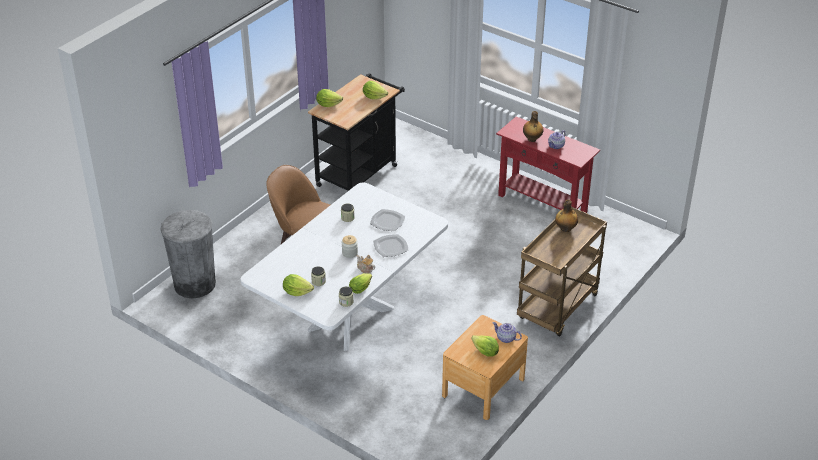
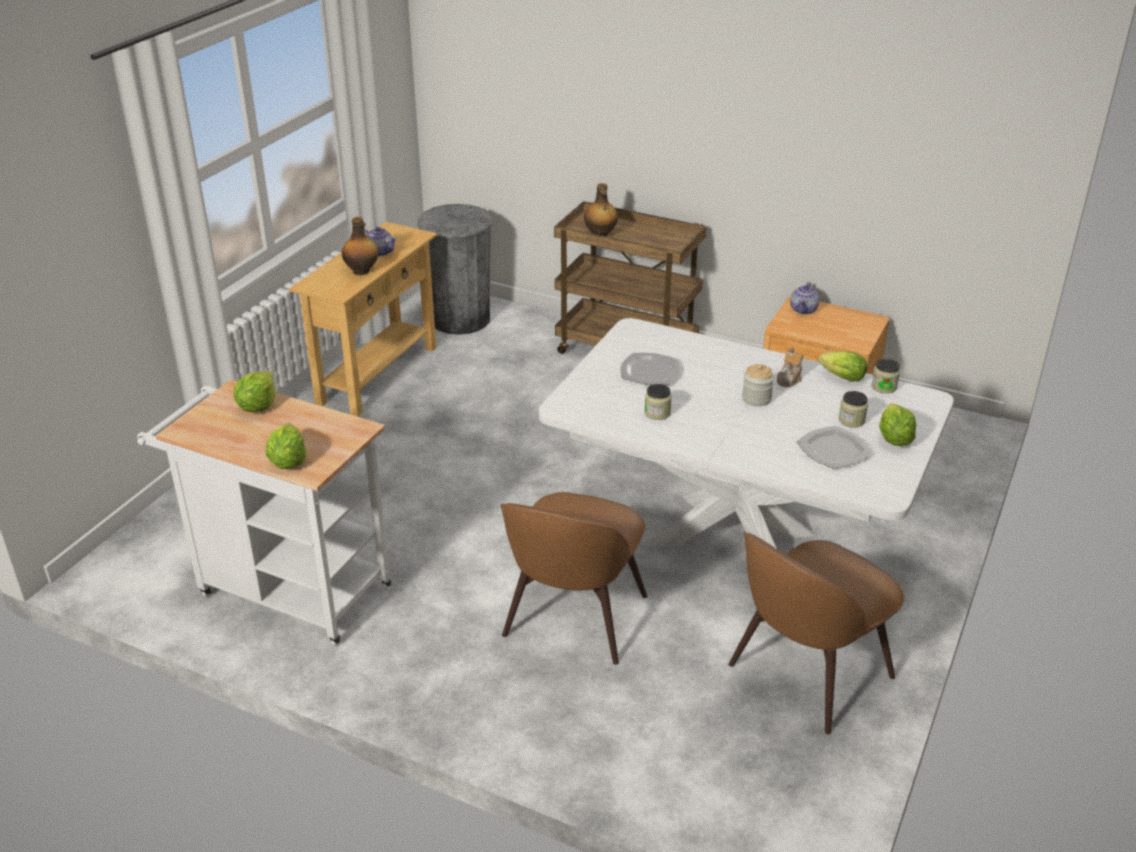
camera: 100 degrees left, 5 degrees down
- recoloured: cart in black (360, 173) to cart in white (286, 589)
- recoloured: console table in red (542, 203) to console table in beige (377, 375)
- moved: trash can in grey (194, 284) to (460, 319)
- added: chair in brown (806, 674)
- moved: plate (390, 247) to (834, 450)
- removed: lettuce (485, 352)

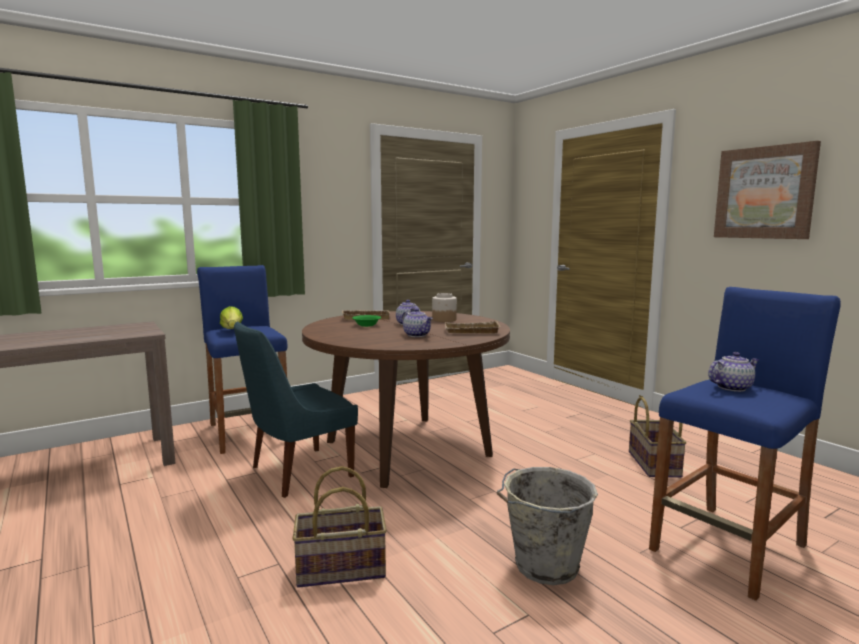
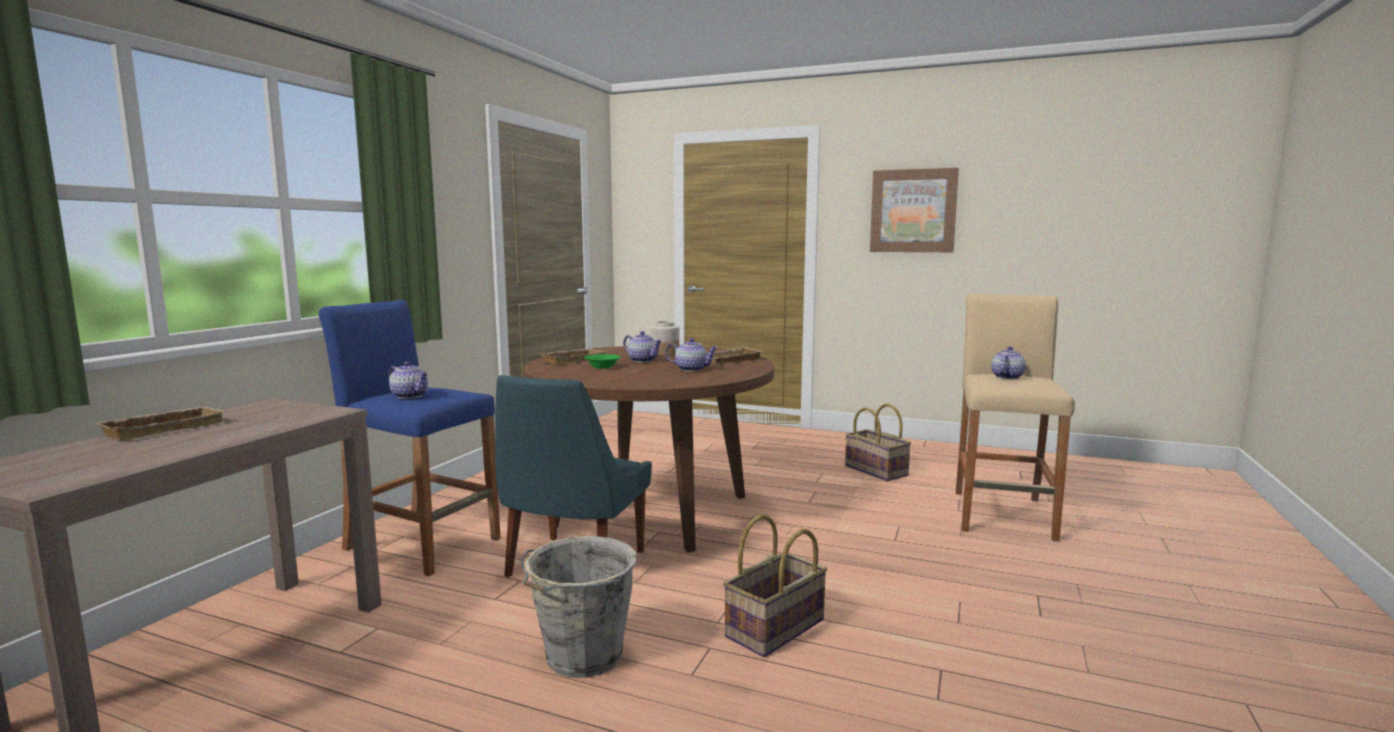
camera: 35 degrees left, 0 degrees up
- added: tray in beige (164, 428)
- replaced: lettuce (232, 330) to teapot (410, 396)
- moved: bucket in grey (544, 566) to (582, 657)
- recoloured: stool in blue (729, 548) to stool in beige (1002, 515)

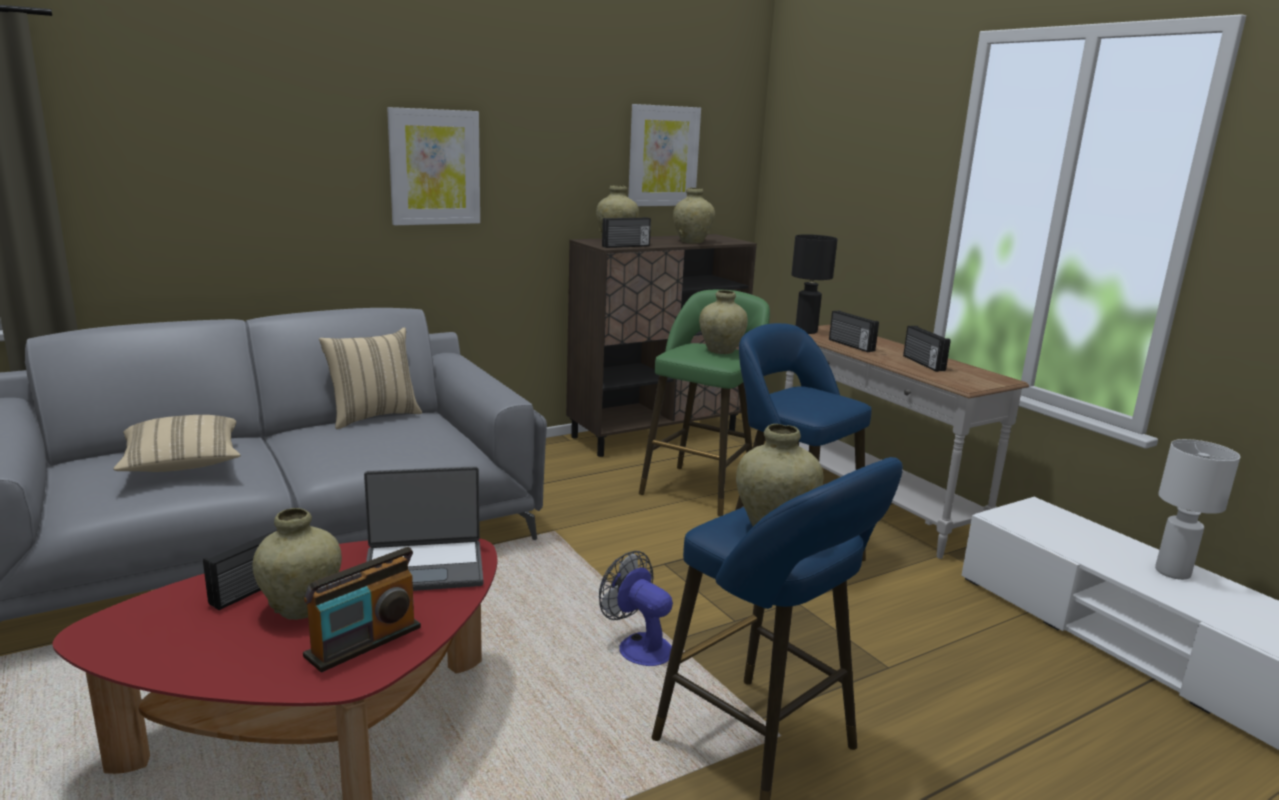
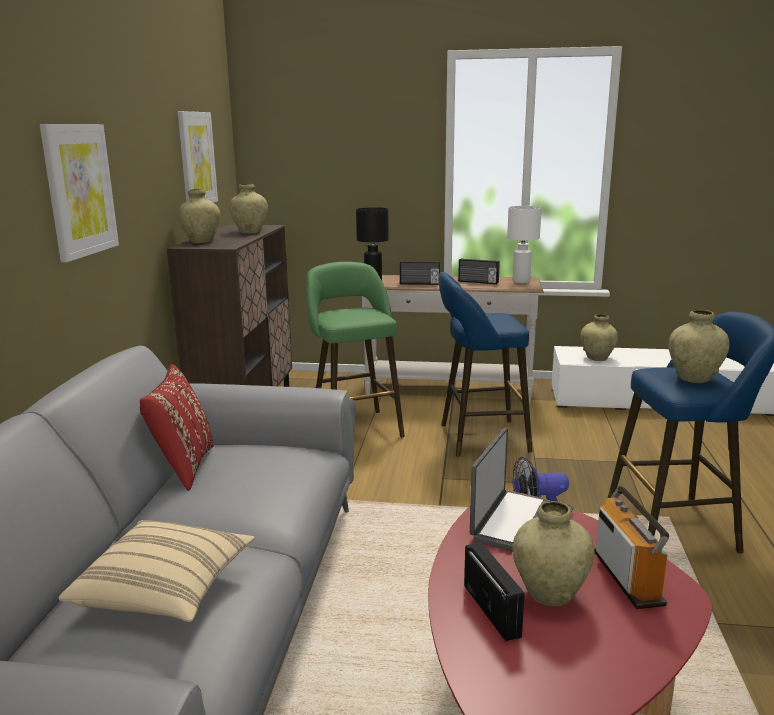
camera: 50 degrees left, 0 degrees up
- recoloured: pillow in beige (373, 416) to pillow in red (183, 467)
- moved: table lamp in white (1173, 572) to (521, 281)
- moved: vase in beige (721, 351) to (597, 358)
- removed: radio (626, 246)

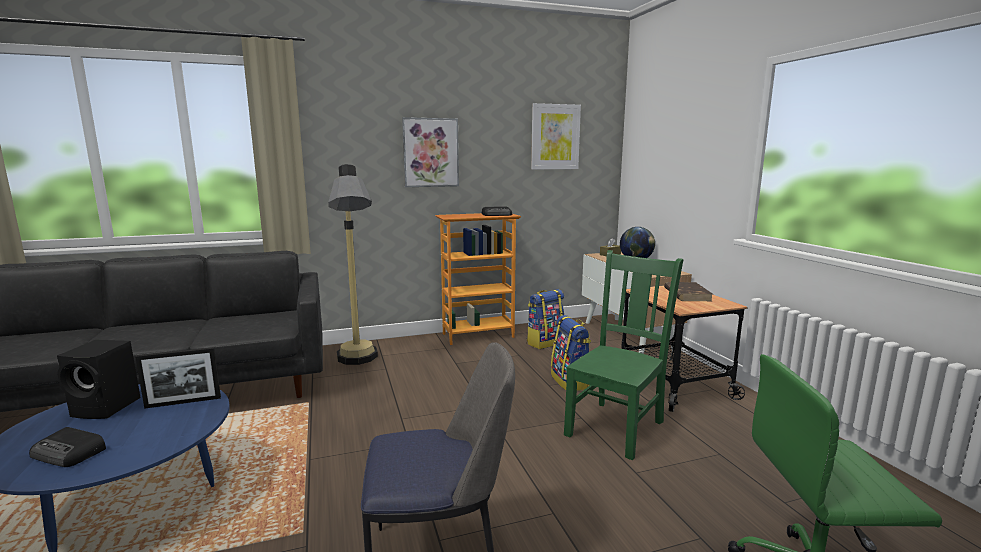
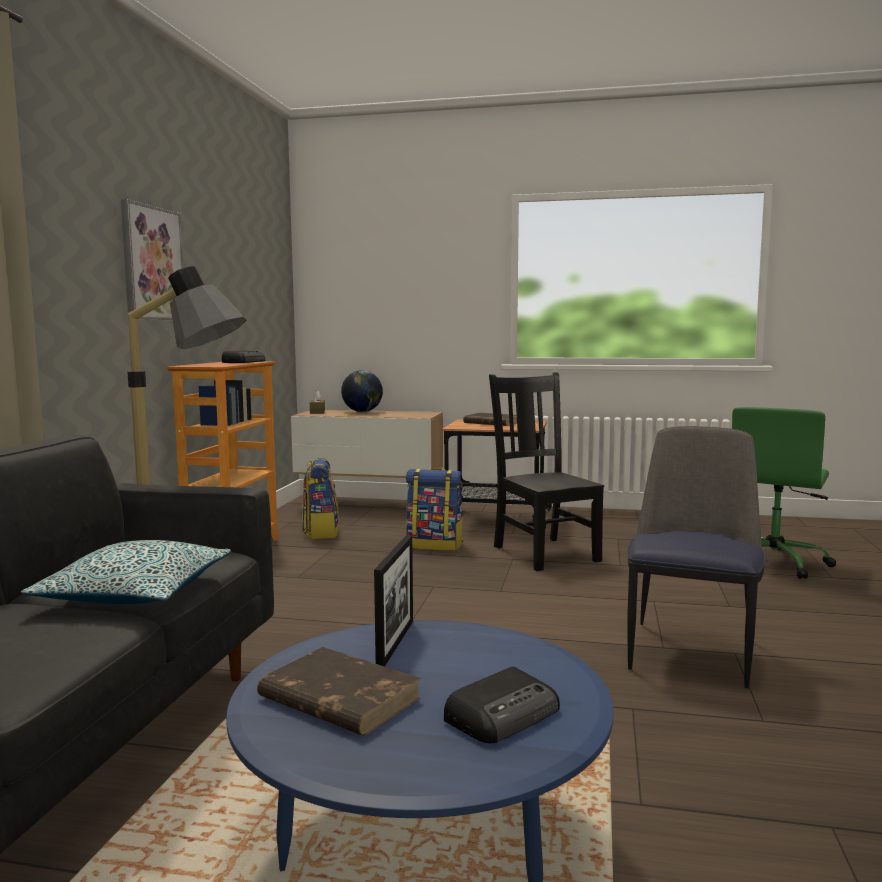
camera: 60 degrees left, 5 degrees down
- added: pillow (135, 593)
- replaced: speaker in black (107, 408) to book in brown (338, 698)
- recoloured: chair in green (616, 427) to chair in black (544, 552)
- removed: picture (555, 137)

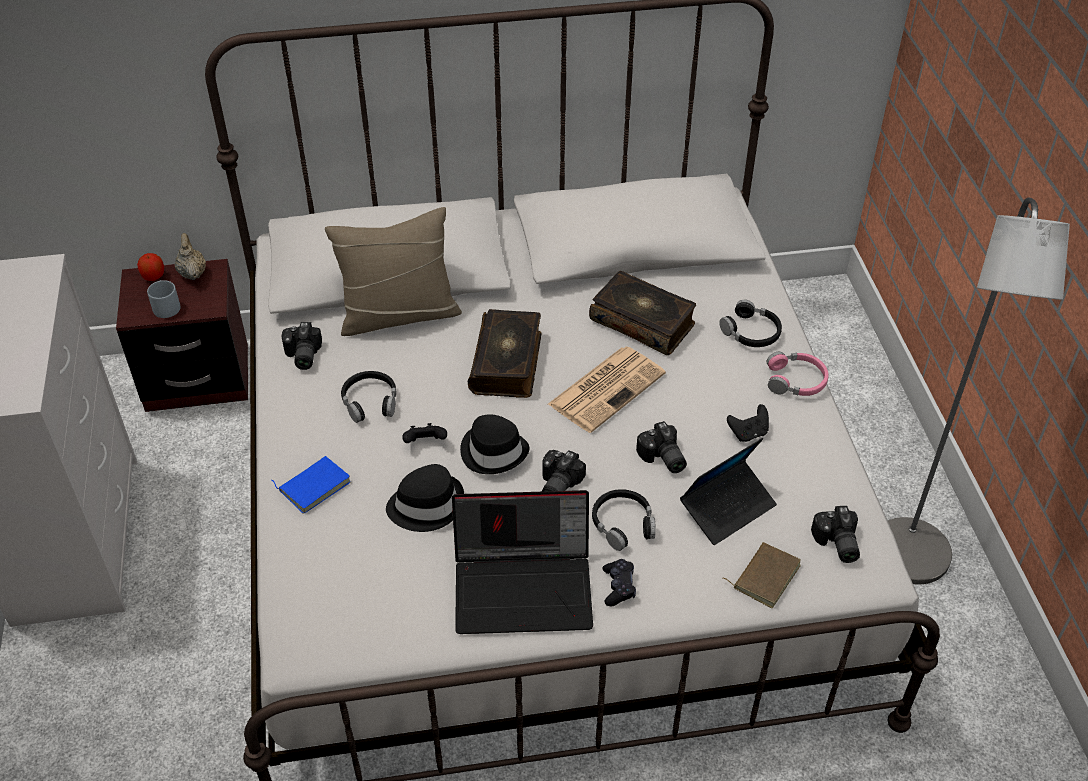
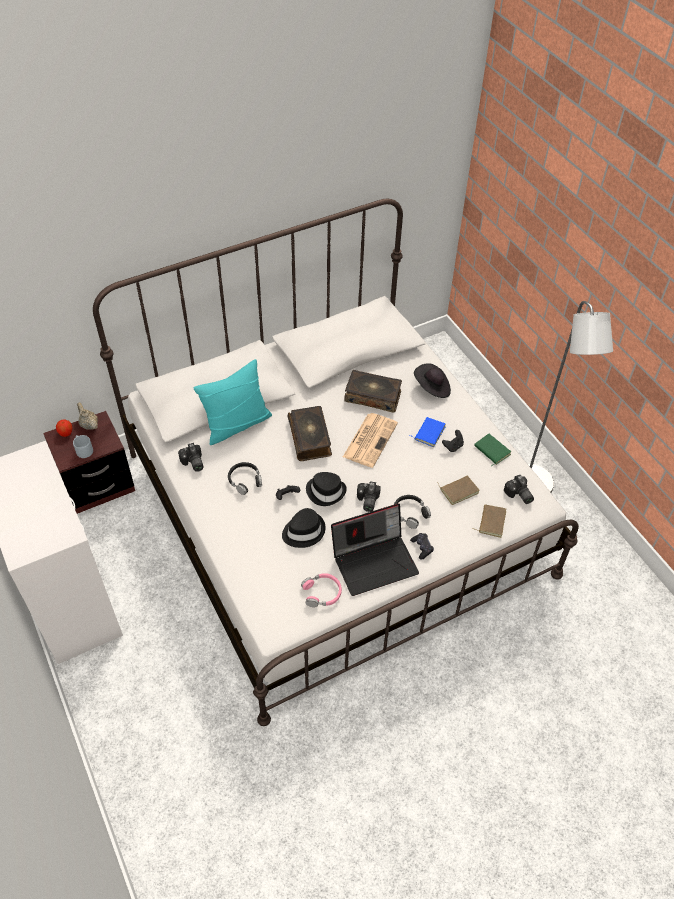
camera: 20 degrees left, 5 degrees up
- recoloured: pillow in beige (399, 315) to pillow in turquoise (236, 424)
- moved: headphones in pink (796, 381) to (322, 593)
- moved: book in blue (314, 485) to (428, 432)
- replaced: headphones in black (751, 332) to hat in black (432, 388)
- replaced: laptop (727, 508) to book in brown (458, 490)
- added: book in green (491, 451)
- removed: photo camera (662, 459)

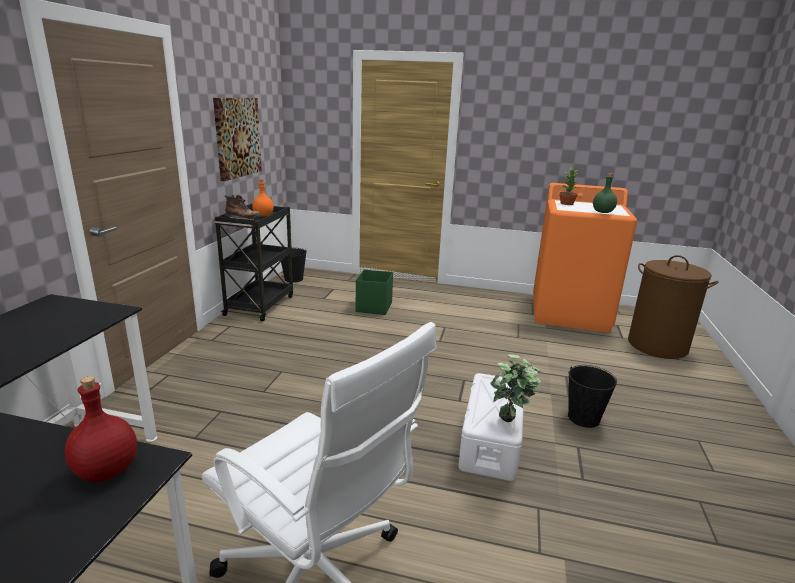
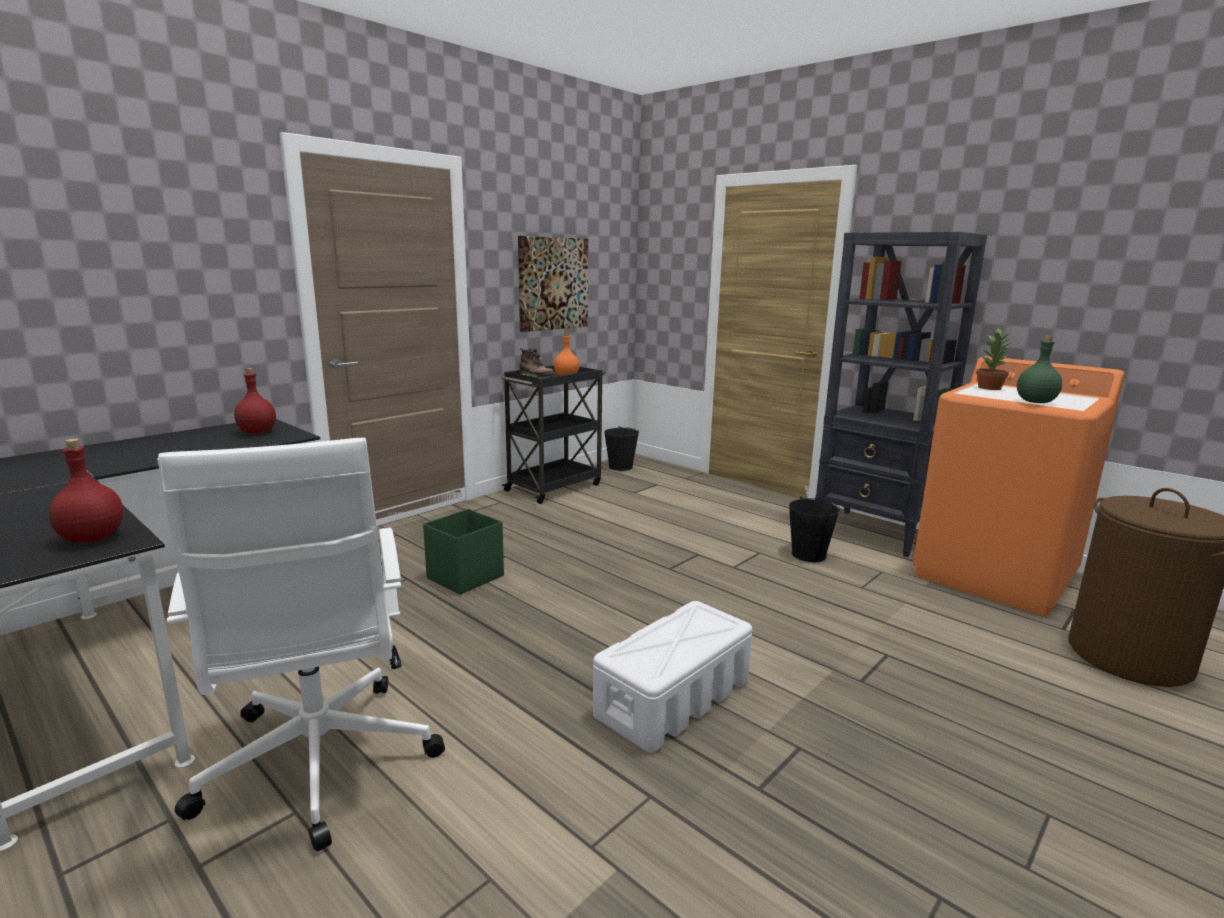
camera: 30 degrees right, 5 degrees down
- added: bottle in red (258, 432)
- moved: storage box in green (373, 307) to (464, 577)
- moved: bucket in black (583, 418) to (808, 555)
- added: bookcase in black (875, 533)
- removed: potted plant (509, 425)

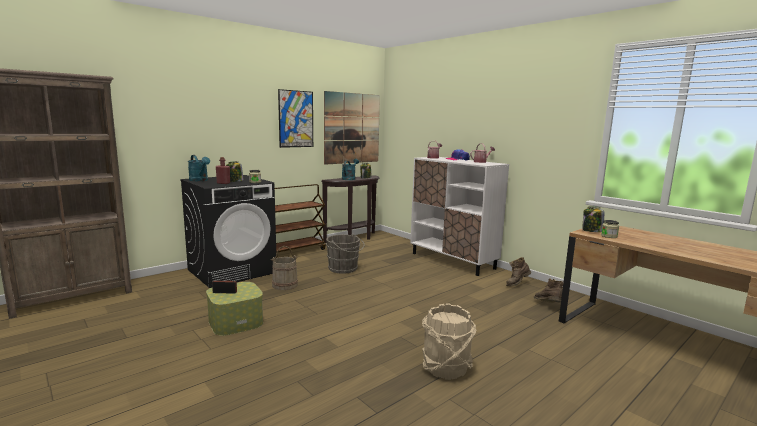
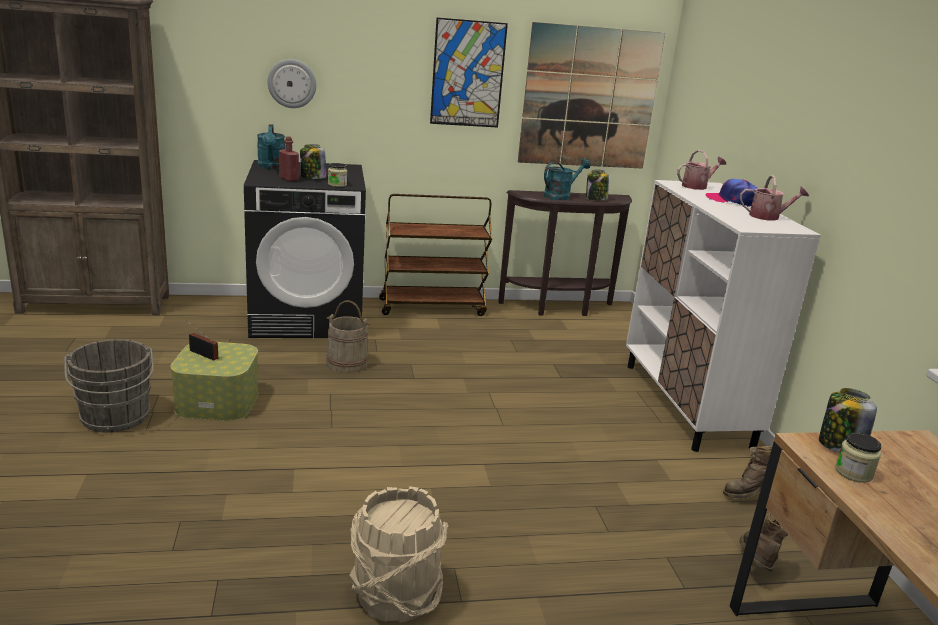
camera: 30 degrees right, 10 degrees up
- moved: bucket in grey (344, 269) to (115, 418)
- added: wall clock (292, 83)

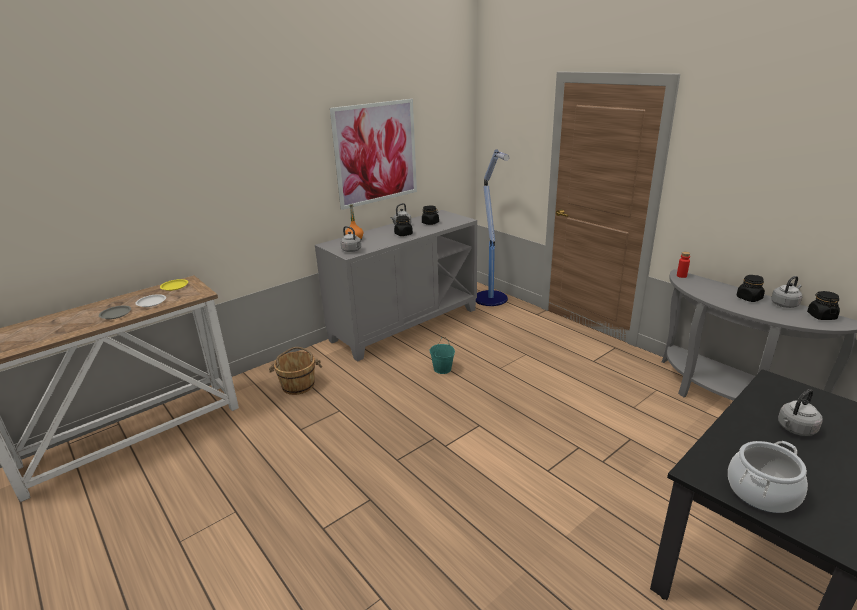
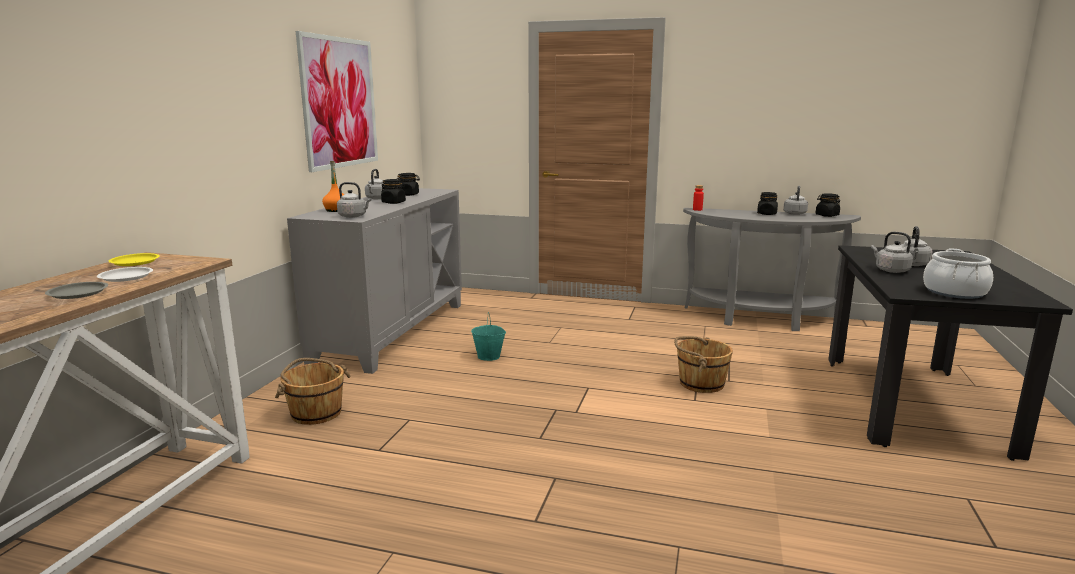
camera: 35 degrees left, 10 degrees down
- added: bucket in brown (700, 383)
- added: kettle in grey (890, 270)
- removed: floor lamp (491, 299)

